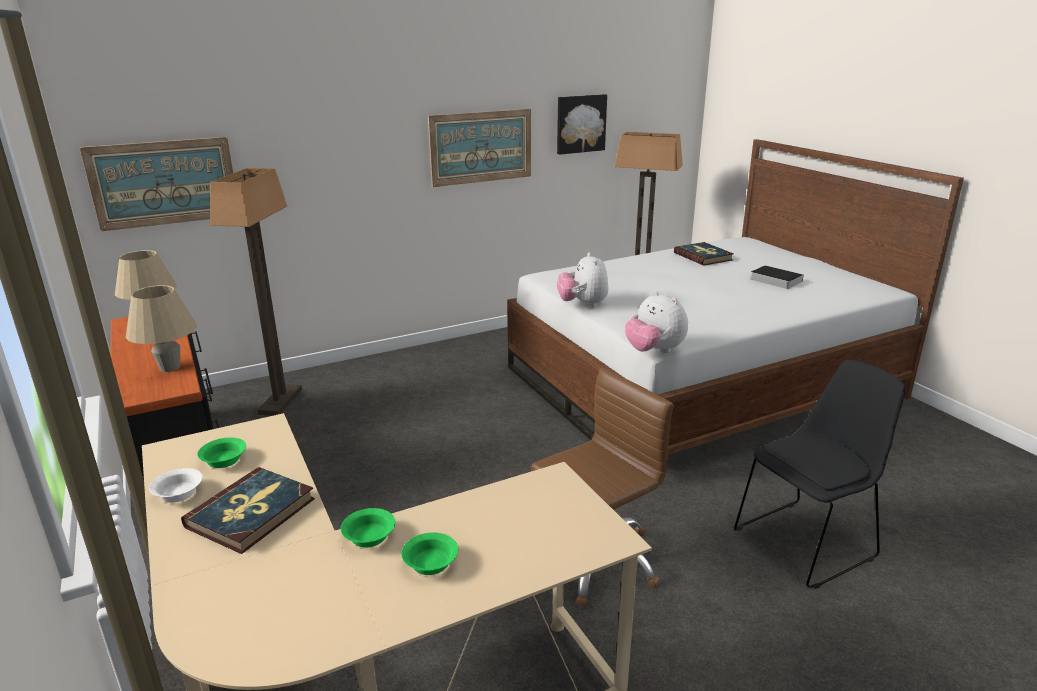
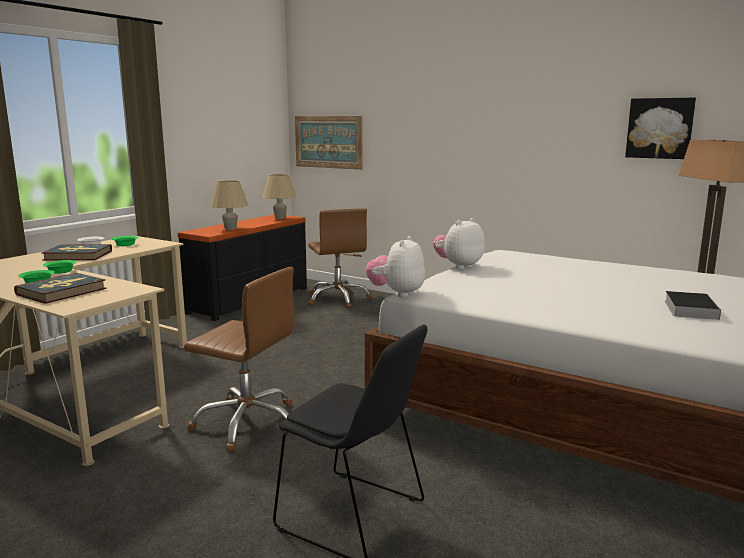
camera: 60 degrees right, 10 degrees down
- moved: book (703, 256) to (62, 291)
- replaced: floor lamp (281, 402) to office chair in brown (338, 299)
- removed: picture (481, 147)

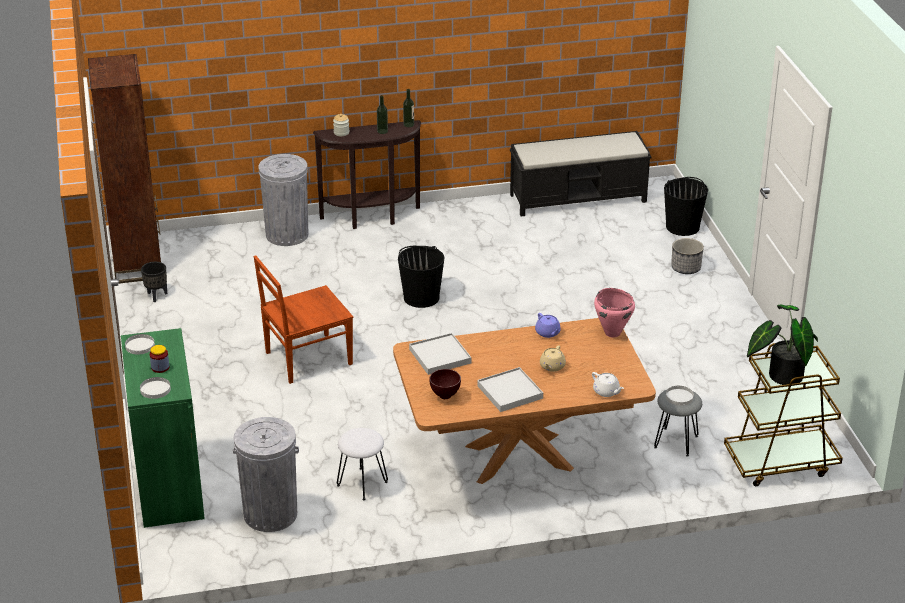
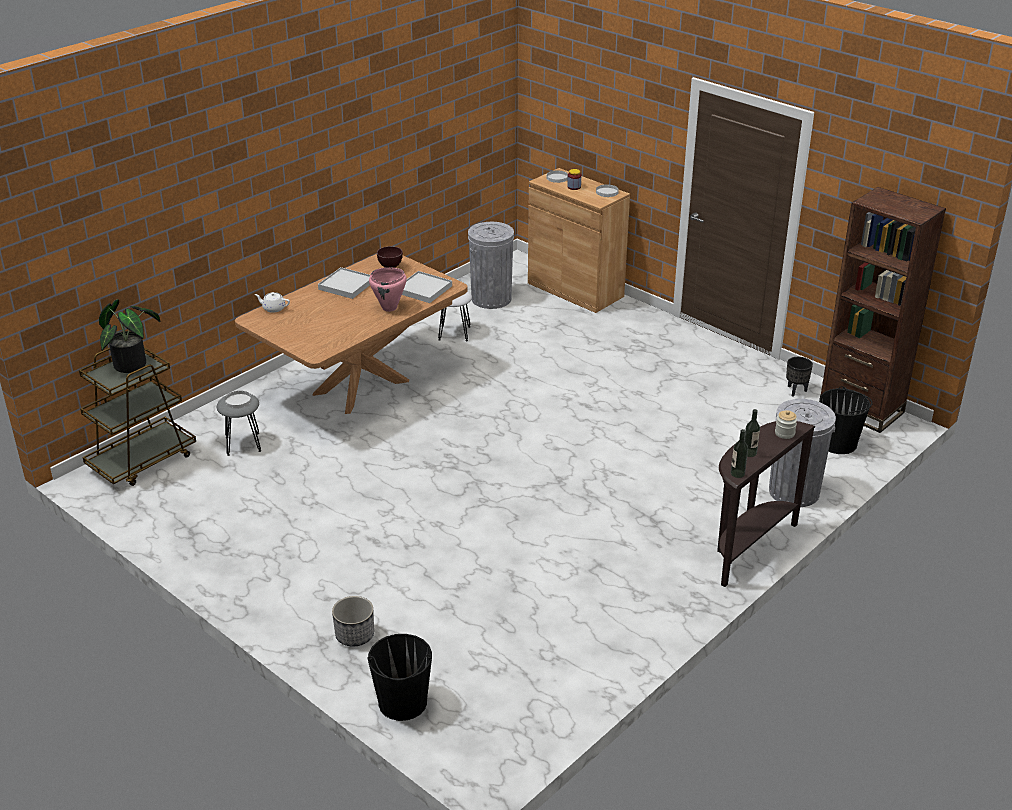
camera: 145 degrees right, 0 degrees up
- moved: cooking pot in pink (612, 332) to (389, 308)
- recoloured: cabinet in green (169, 485) to cabinet in brown (575, 290)
- moved: bucket in black (421, 297) to (838, 443)
- removed: chair in brown (306, 359)
- removed: bench in black (579, 198)
- removed: teapot in purple (548, 333)
- removed: teapot in beige (552, 367)

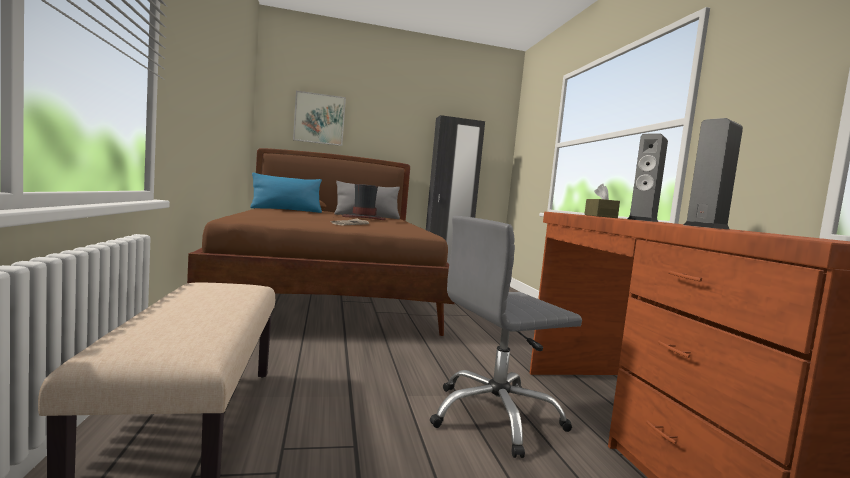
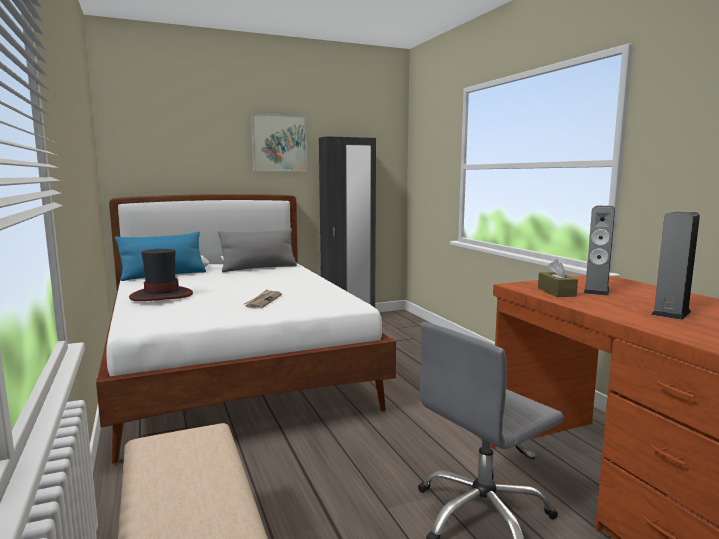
camera: 10 degrees left, 5 degrees up
- recoloured: bed in brown (328, 295) to bed in white (234, 371)
- moved: hat (363, 218) to (161, 295)
- moved: picture (319, 118) to (279, 143)

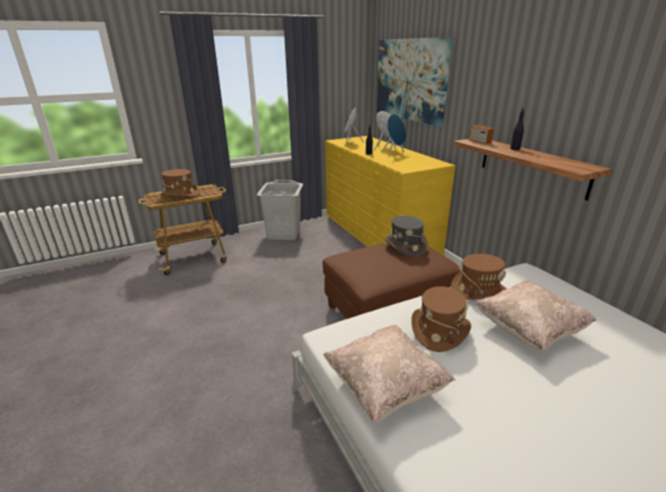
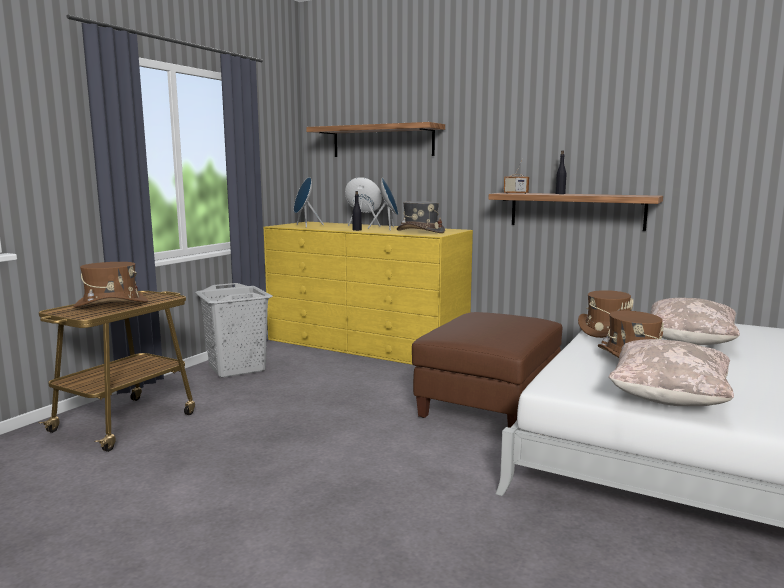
camera: 35 degrees left, 15 degrees down
- replaced: picture (410, 80) to shelf (382, 141)
- moved: hat in grey (405, 246) to (420, 231)

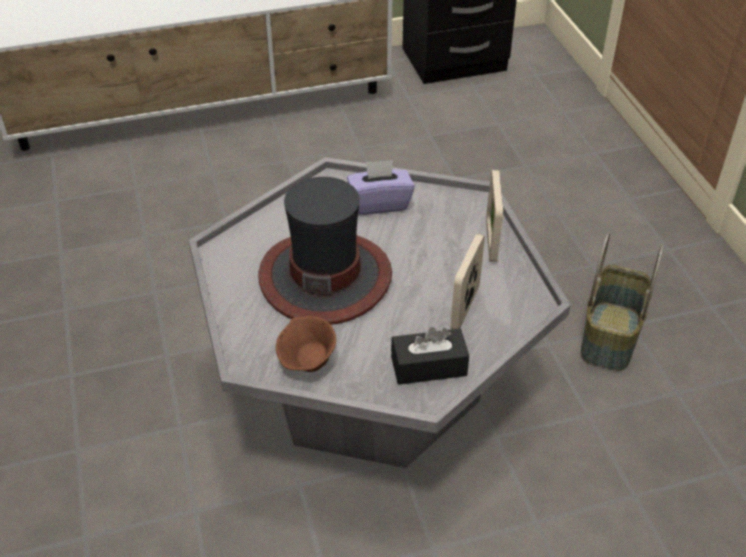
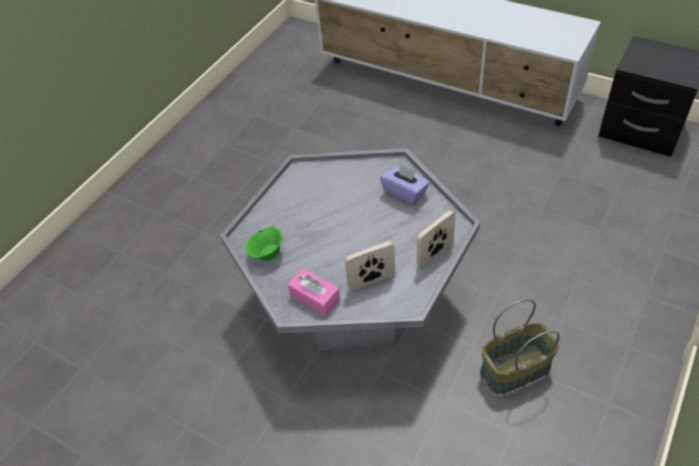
camera: 50 degrees right, 5 degrees up
- recoloured: bowl in brown (308, 362) to bowl in green (267, 254)
- recoloured: tissue box in black (428, 366) to tissue box in pink (315, 297)
- removed: hat (325, 277)

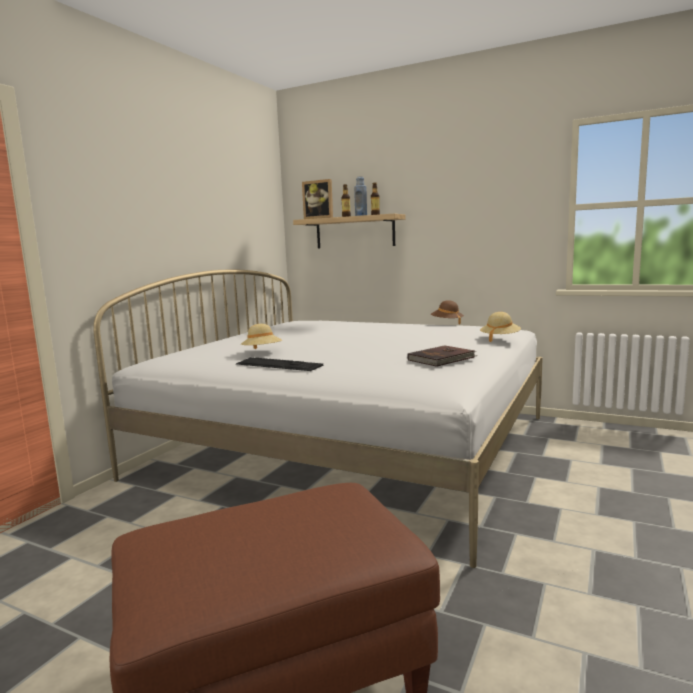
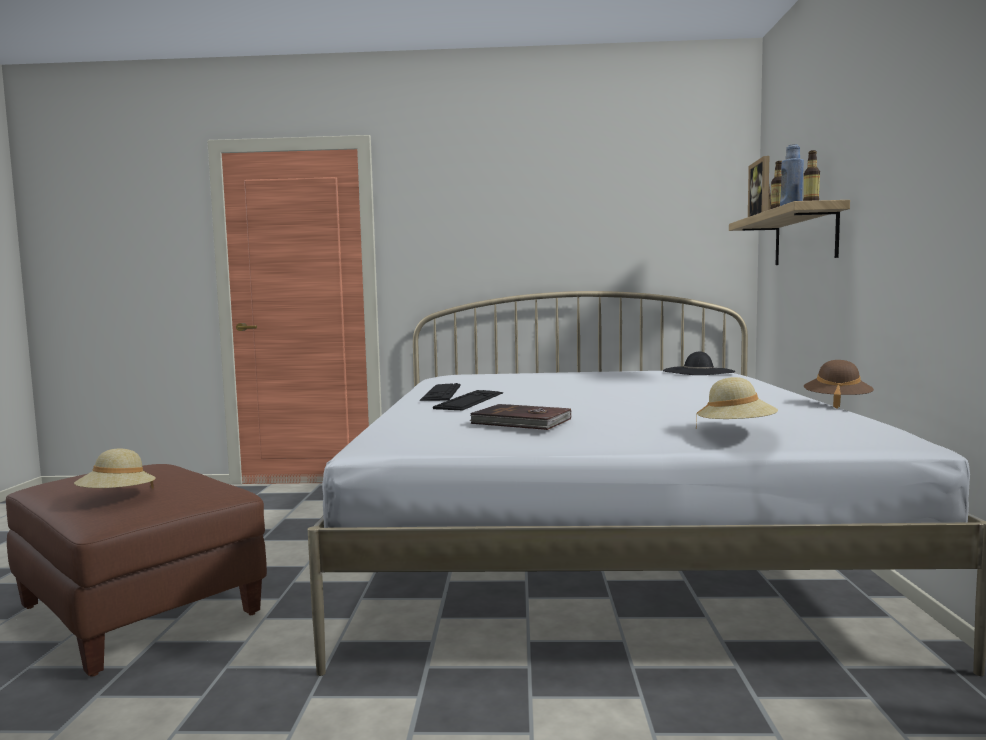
camera: 65 degrees right, 5 degrees down
- moved: hat in beige (262, 352) to (117, 498)
- added: keyboard (470, 400)
- added: hat in black (698, 371)

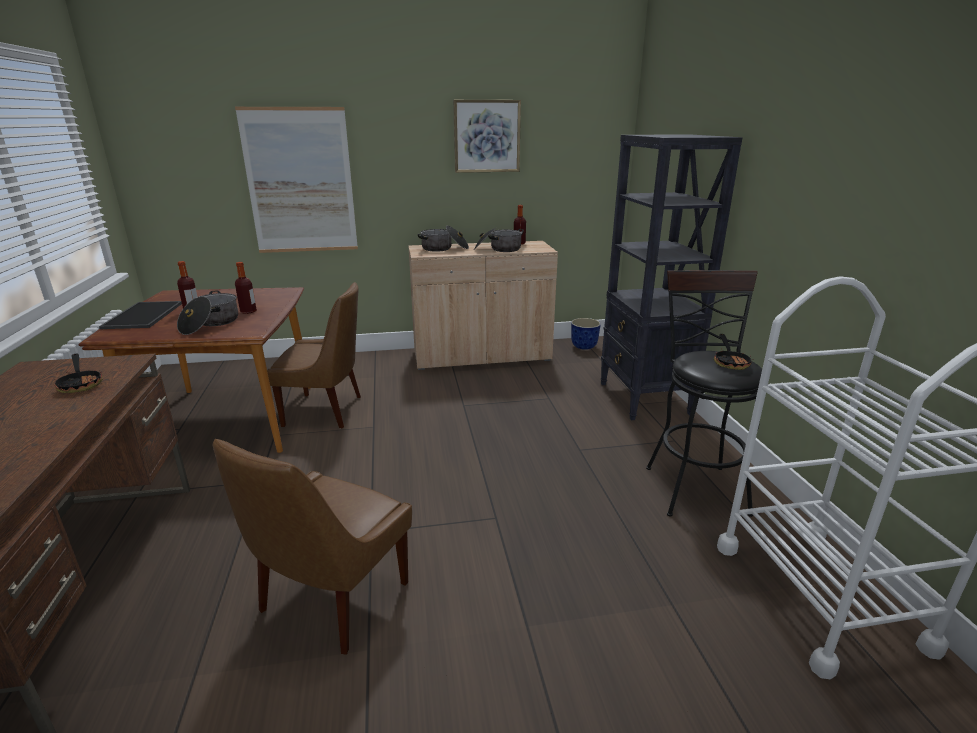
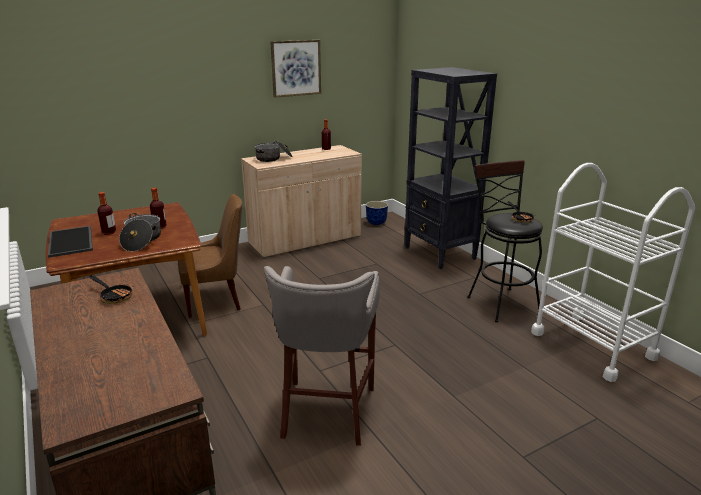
camera: 20 degrees left, 0 degrees up
- replaced: chair in brown (331, 600) to stool in grey (326, 413)
- removed: picture (300, 182)
- removed: cooking pot (498, 249)

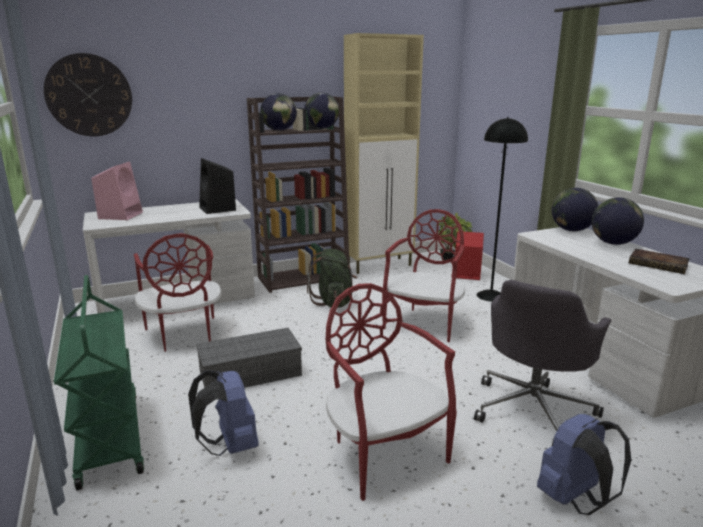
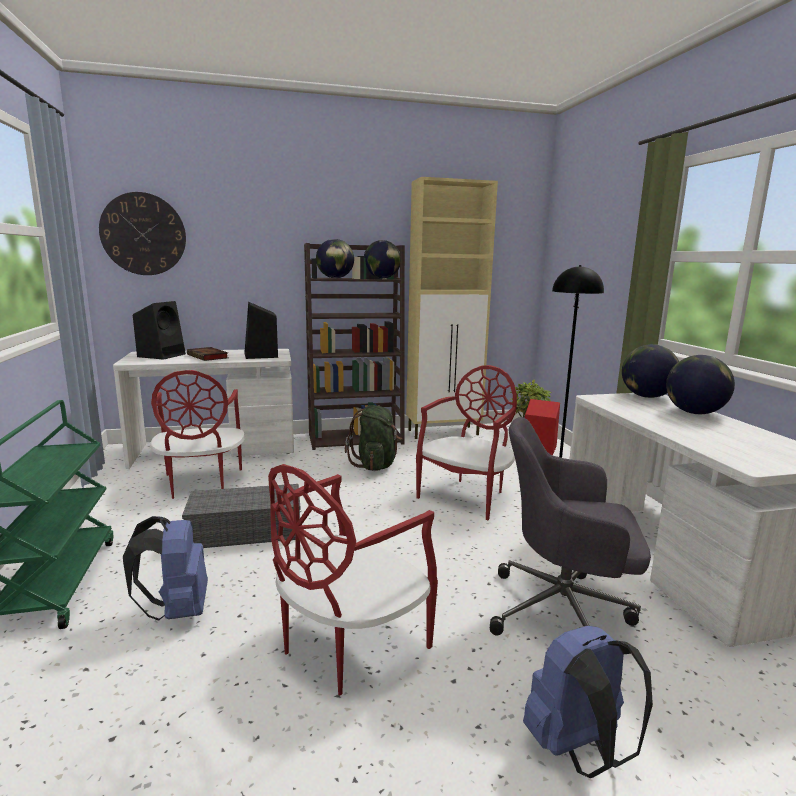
camera: 10 degrees right, 5 degrees down
- recoloured: speaker in pink (121, 215) to speaker in black (162, 355)
- moved: book (659, 265) to (208, 357)
- turned: chair in red (383, 453) = (348, 645) 120 degrees counterclockwise
- turned: office chair in grey (533, 409) = (564, 613) 60 degrees clockwise

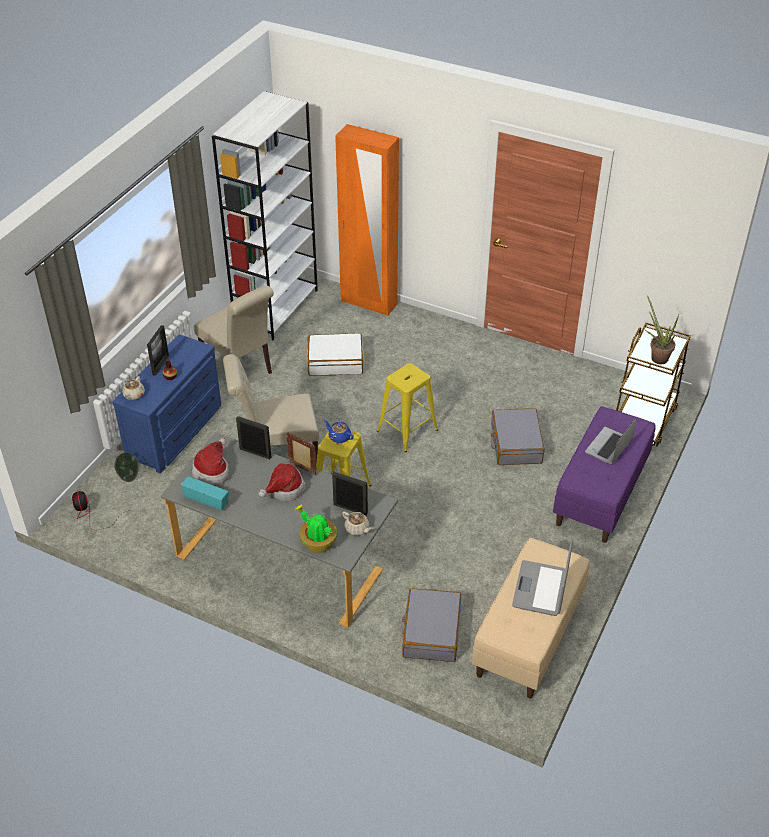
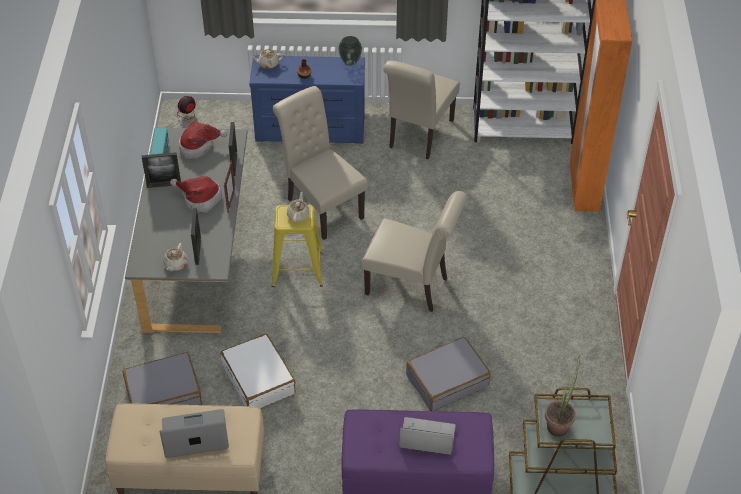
camera: 65 degrees right, 5 degrees up
- moved: picture frame (160, 365) to (164, 185)
- moved: suitcase in white (335, 361) to (259, 379)
- recoloured: teapot in blue (339, 437) to teapot in beige (298, 215)
- moved: vase (129, 478) to (350, 62)
- replaced: stool in yellow (407, 430) to chair in beige (412, 287)
- removed: potted plant (317, 543)

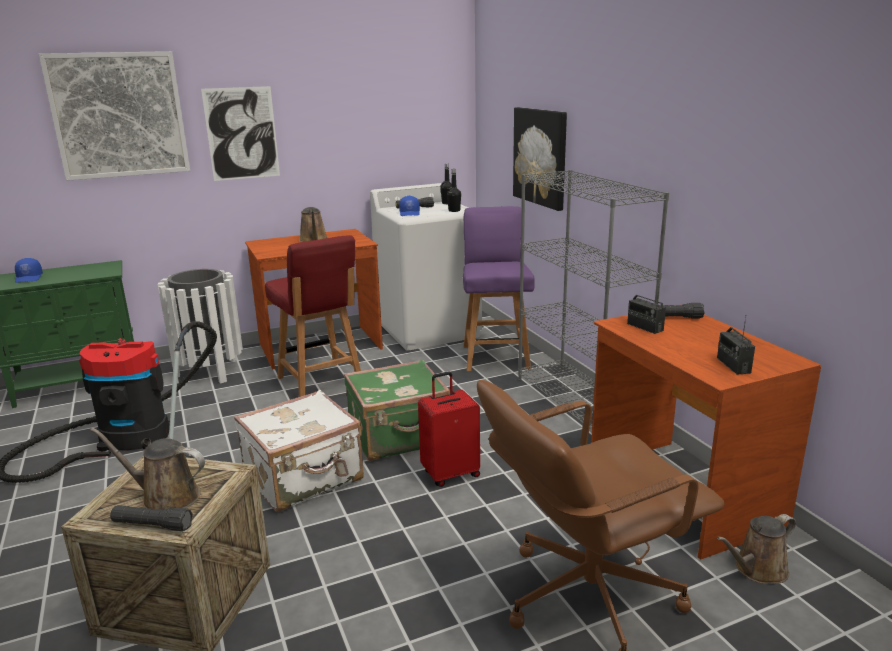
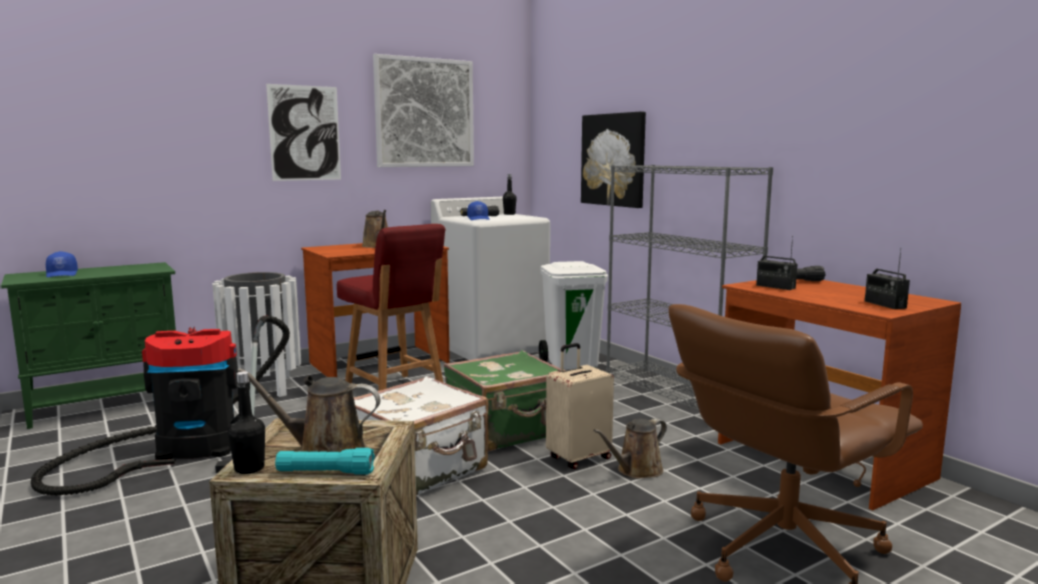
camera: 10 degrees left, 10 degrees down
- moved: bottle in black (454, 210) to (249, 468)
- recoloured: flashlight in black (152, 525) to flashlight in turquoise (325, 473)
- moved: picture (119, 115) to (424, 113)
- replaced: chair in purple (495, 356) to trash can in white (572, 364)
- recoloured: suitcase in red (450, 473) to suitcase in beige (578, 458)
- moved: watering can in brown (757, 570) to (636, 471)

